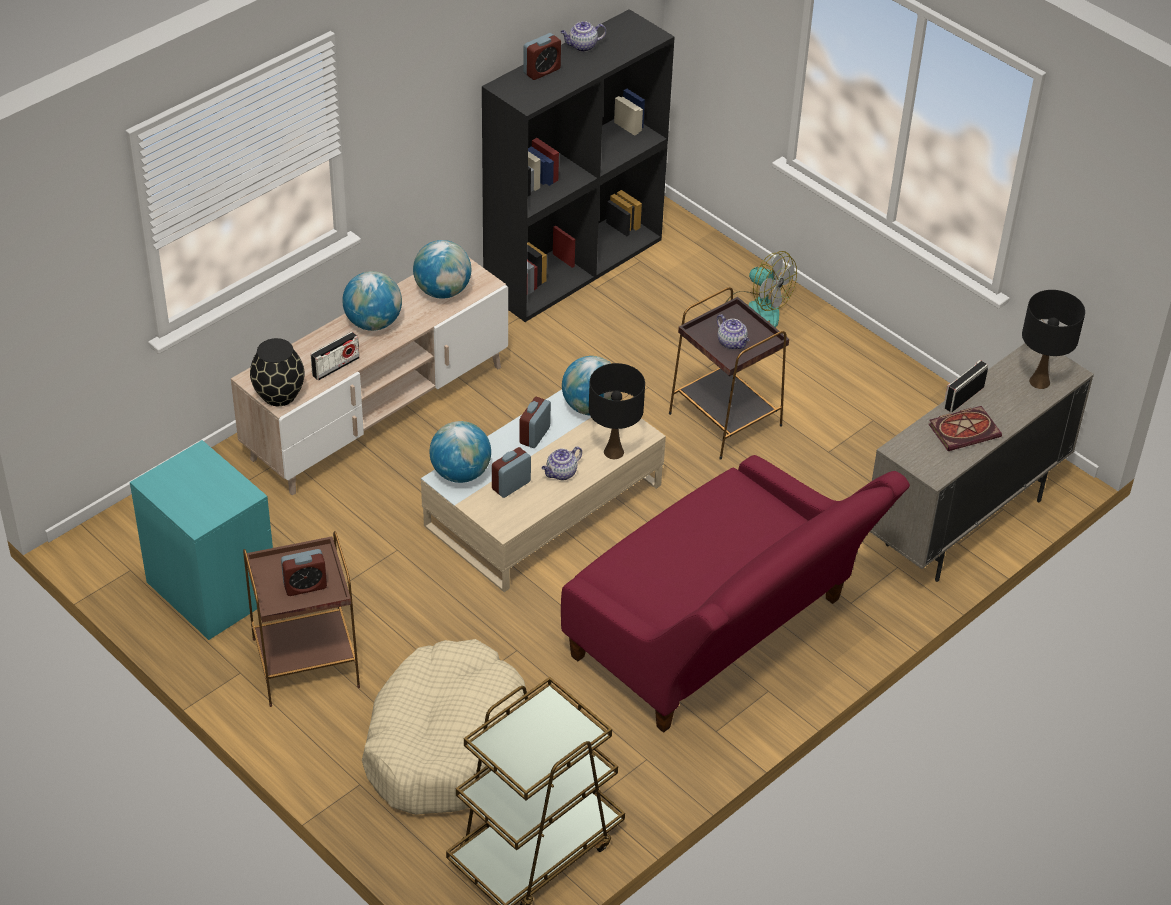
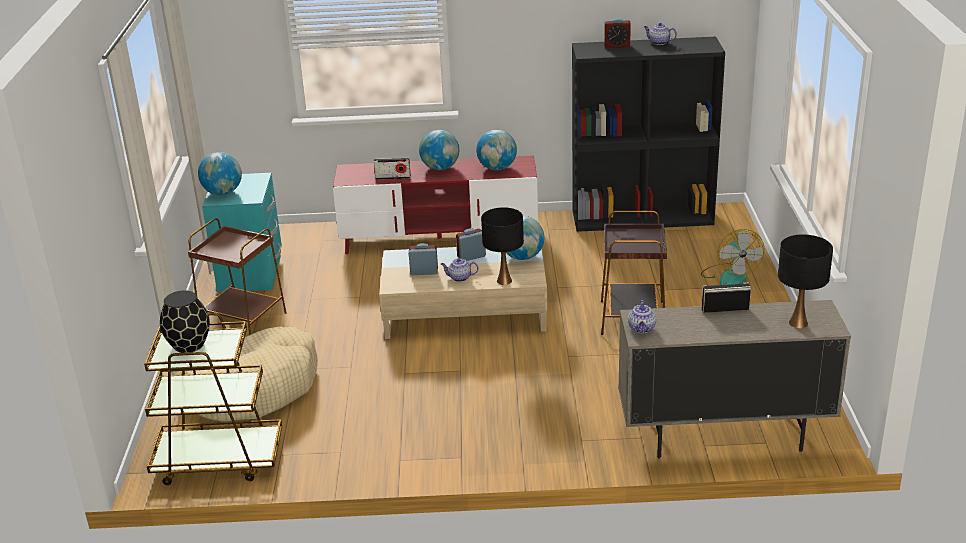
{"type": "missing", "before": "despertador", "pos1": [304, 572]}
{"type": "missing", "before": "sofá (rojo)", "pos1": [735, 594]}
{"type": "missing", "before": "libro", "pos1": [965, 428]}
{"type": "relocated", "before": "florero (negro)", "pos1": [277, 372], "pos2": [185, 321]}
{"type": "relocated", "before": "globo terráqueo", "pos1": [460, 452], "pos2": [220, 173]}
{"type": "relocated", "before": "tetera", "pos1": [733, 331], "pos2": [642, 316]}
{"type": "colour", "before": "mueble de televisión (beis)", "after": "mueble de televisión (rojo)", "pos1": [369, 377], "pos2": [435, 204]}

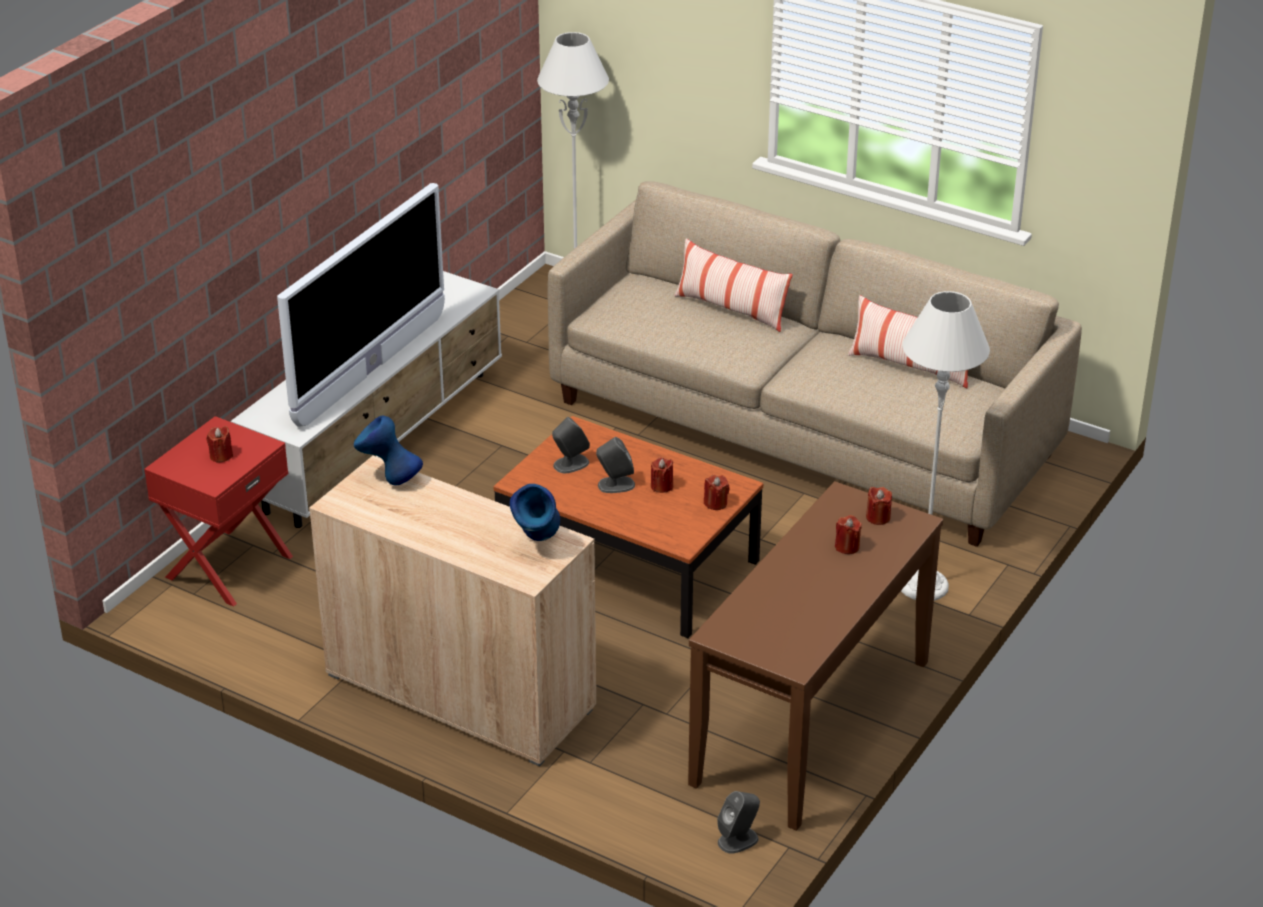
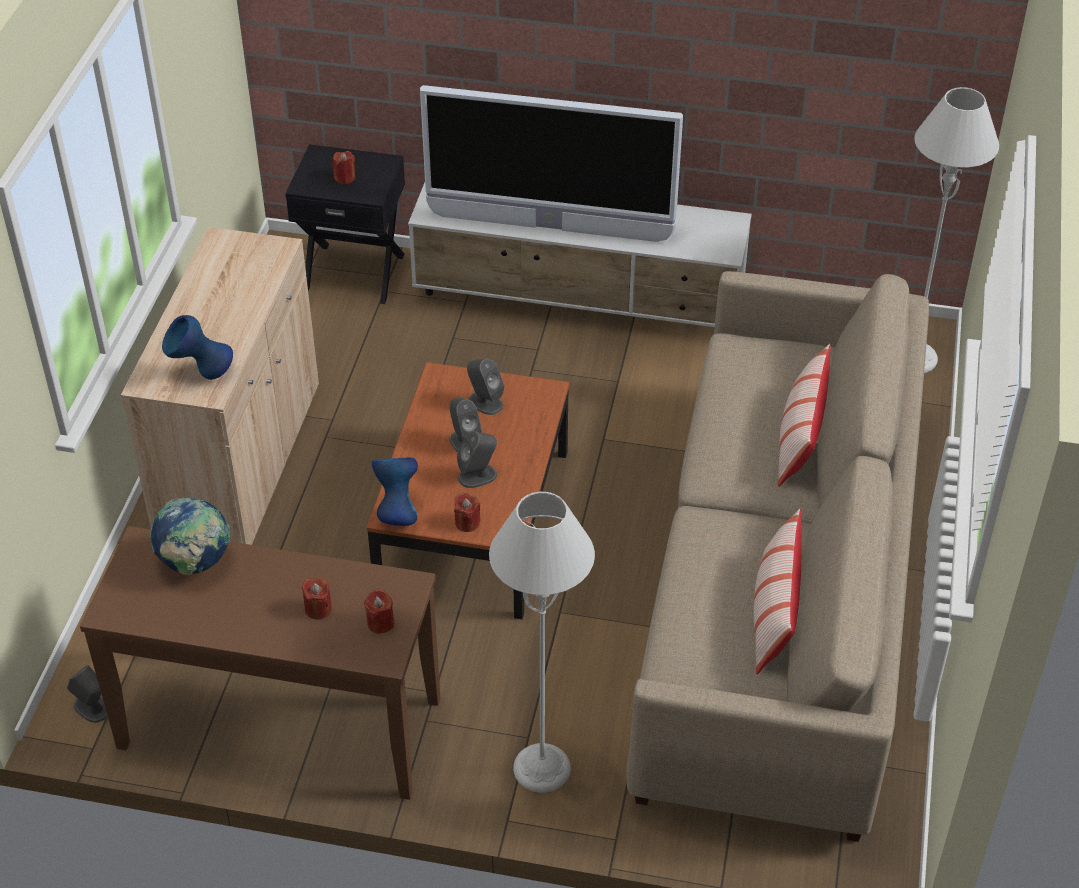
{"type": "appeared", "after": "globo terráqueo", "pos2": [190, 536]}
{"type": "relocated", "before": "florero (azul)", "pos1": [388, 451], "pos2": [395, 492]}
{"type": "exchanged", "before": "vela (rojo)", "after": "altavoz (gris)", "pos1": [662, 475], "pos2": [477, 459]}
{"type": "colour", "before": "mesita de noche (rojo)", "after": "mesita de noche (negro)", "pos1": [218, 511], "pos2": [345, 224]}

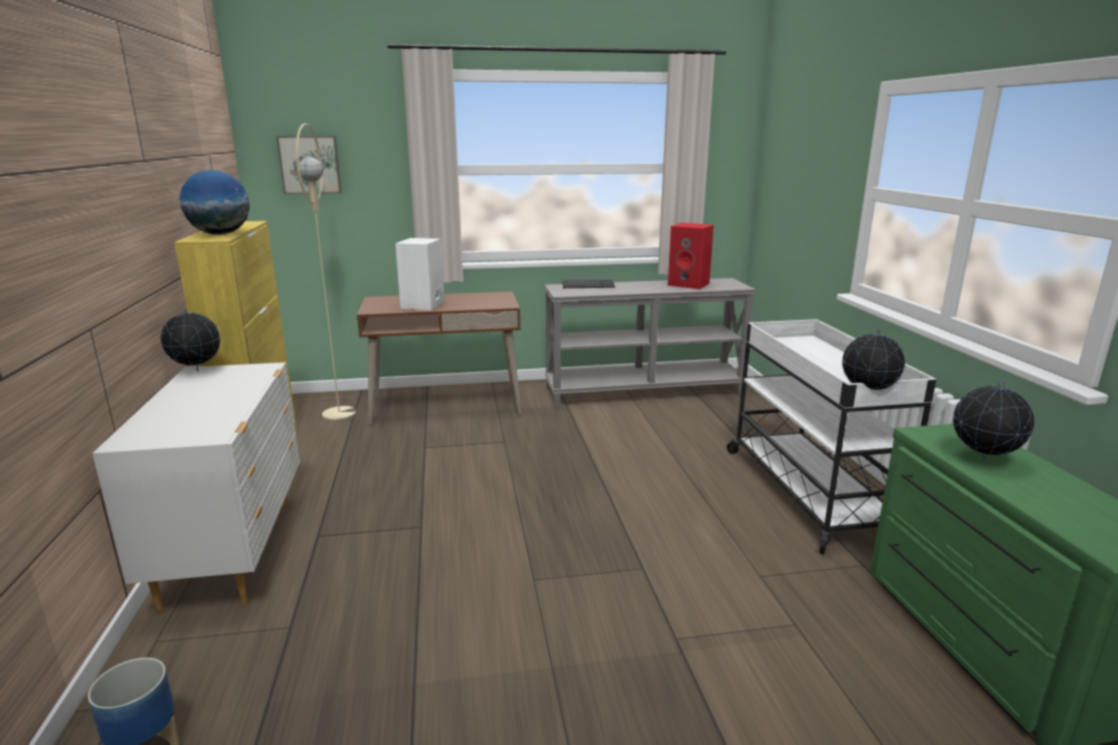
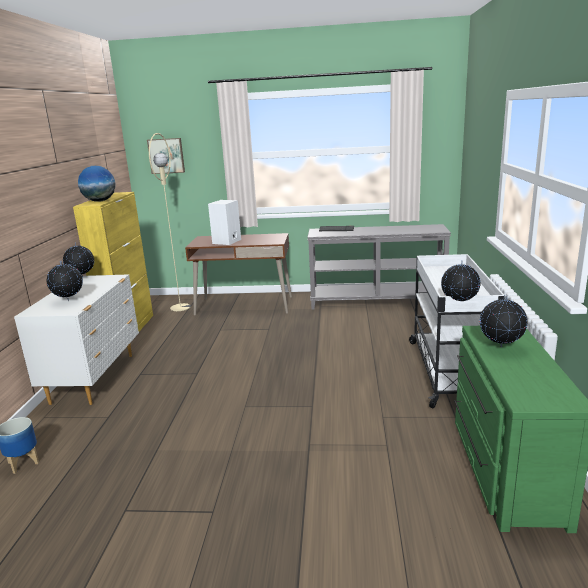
{"type": "missing", "before": "altavoz (rojo)", "pos1": [691, 256]}
{"type": "appeared", "after": "globo terráqueo", "pos2": [65, 280]}

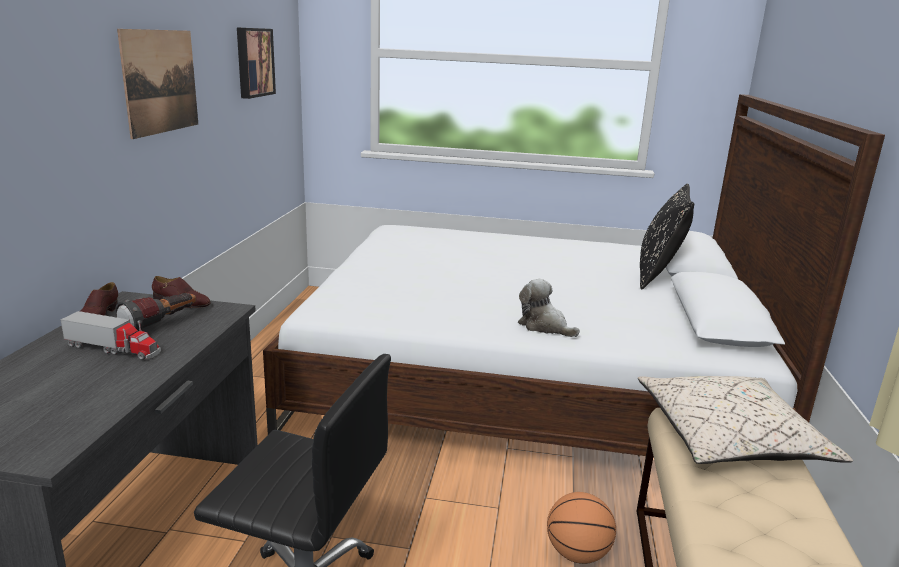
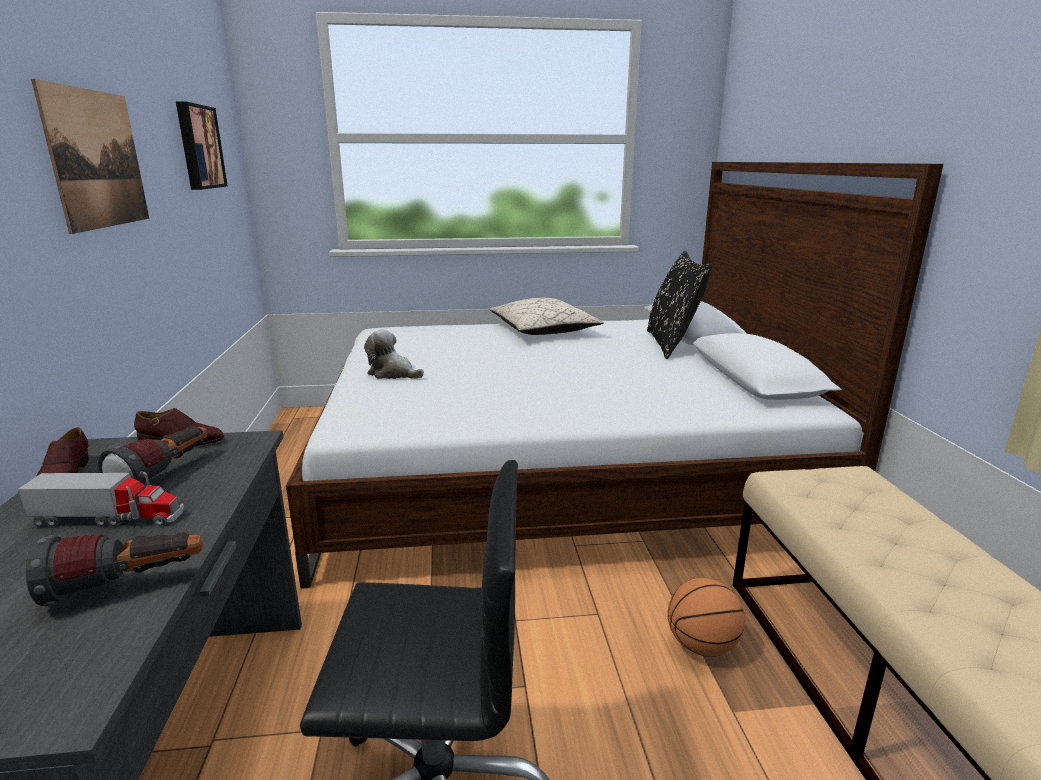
{"type": "appeared", "after": "linterna", "pos2": [114, 569]}
{"type": "relocated", "before": "peluche", "pos1": [549, 308], "pos2": [394, 354]}
{"type": "relocated", "before": "cojín (beis)", "pos1": [745, 420], "pos2": [546, 316]}

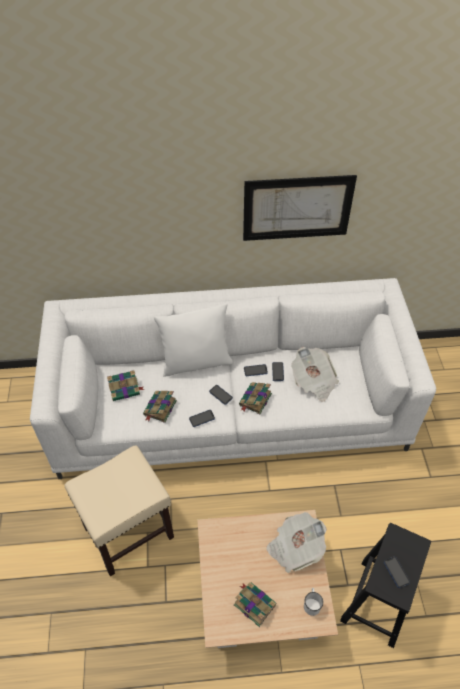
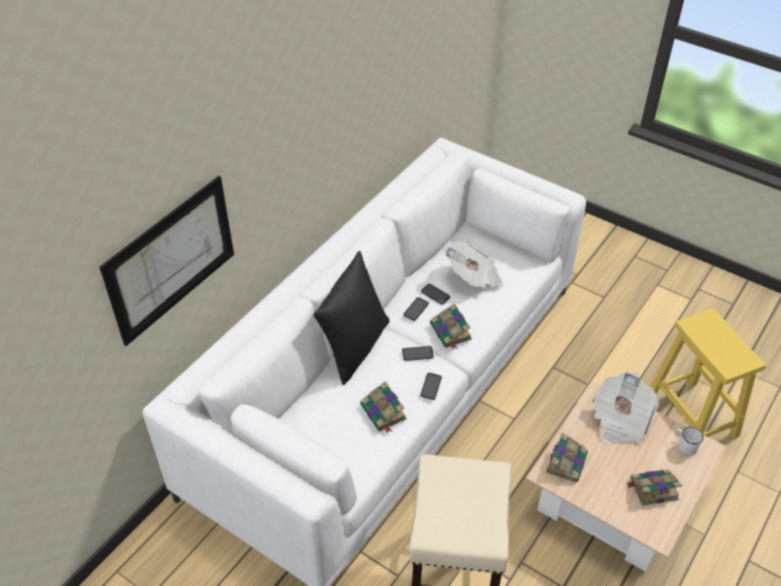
{"type": "missing", "before": "móvil", "pos1": [397, 572]}
{"type": "relocated", "before": "libro", "pos1": [126, 385], "pos2": [567, 457]}
{"type": "relocated", "before": "cuadro", "pos1": [300, 208], "pos2": [166, 261]}
{"type": "colour", "before": "cojín (blanco)", "after": "cojín (negro)", "pos1": [193, 340], "pos2": [351, 318]}
{"type": "colour", "before": "taburete (negro)", "after": "taburete (amarillo)", "pos1": [385, 585], "pos2": [708, 373]}

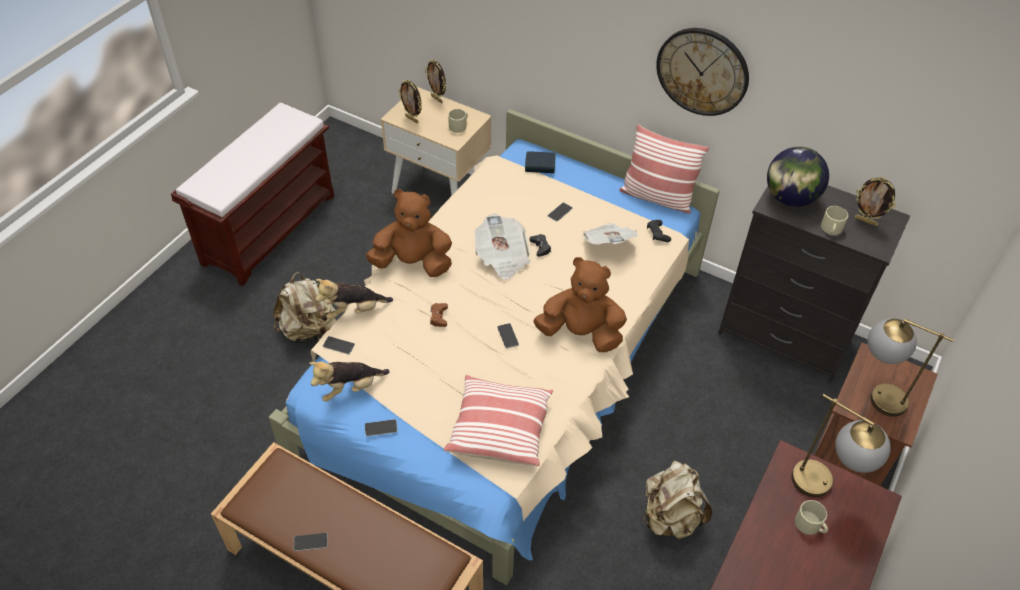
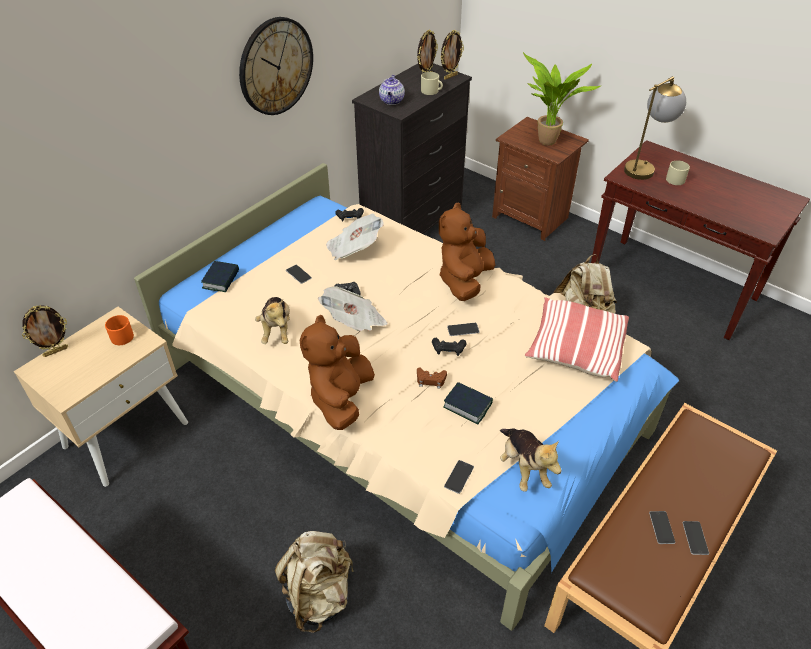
{"type": "missing", "before": "cojín", "pos1": [664, 169]}
{"type": "appeared", "after": "mando de consola (negro)", "pos2": [449, 347]}
{"type": "appeared", "after": "libro", "pos2": [468, 403]}
{"type": "relocated", "before": "peluche", "pos1": [354, 299], "pos2": [272, 320]}
{"type": "relocated", "before": "móvil", "pos1": [381, 427], "pos2": [662, 527]}
{"type": "relocated", "before": "portarretratos", "pos1": [410, 102], "pos2": [452, 55]}
{"type": "exchanged", "before": "globo terráqueo", "after": "tetera", "pos1": [798, 177], "pos2": [392, 90]}
{"type": "exchanged", "before": "lámpara de mesa", "after": "planta en maceta", "pos1": [910, 367], "pos2": [561, 99]}
{"type": "colour", "before": "taza grande (beis)", "after": "taza grande (naranja)", "pos1": [458, 121], "pos2": [119, 330]}

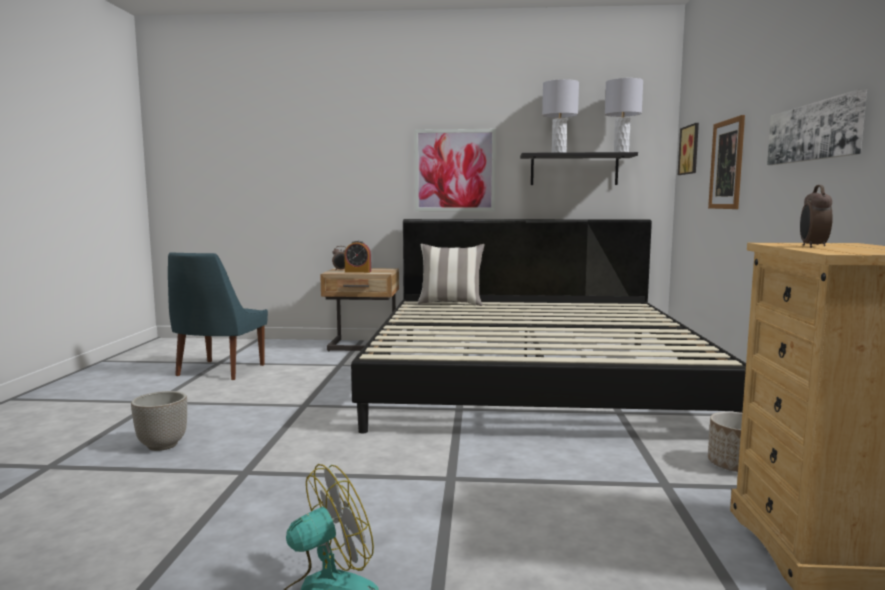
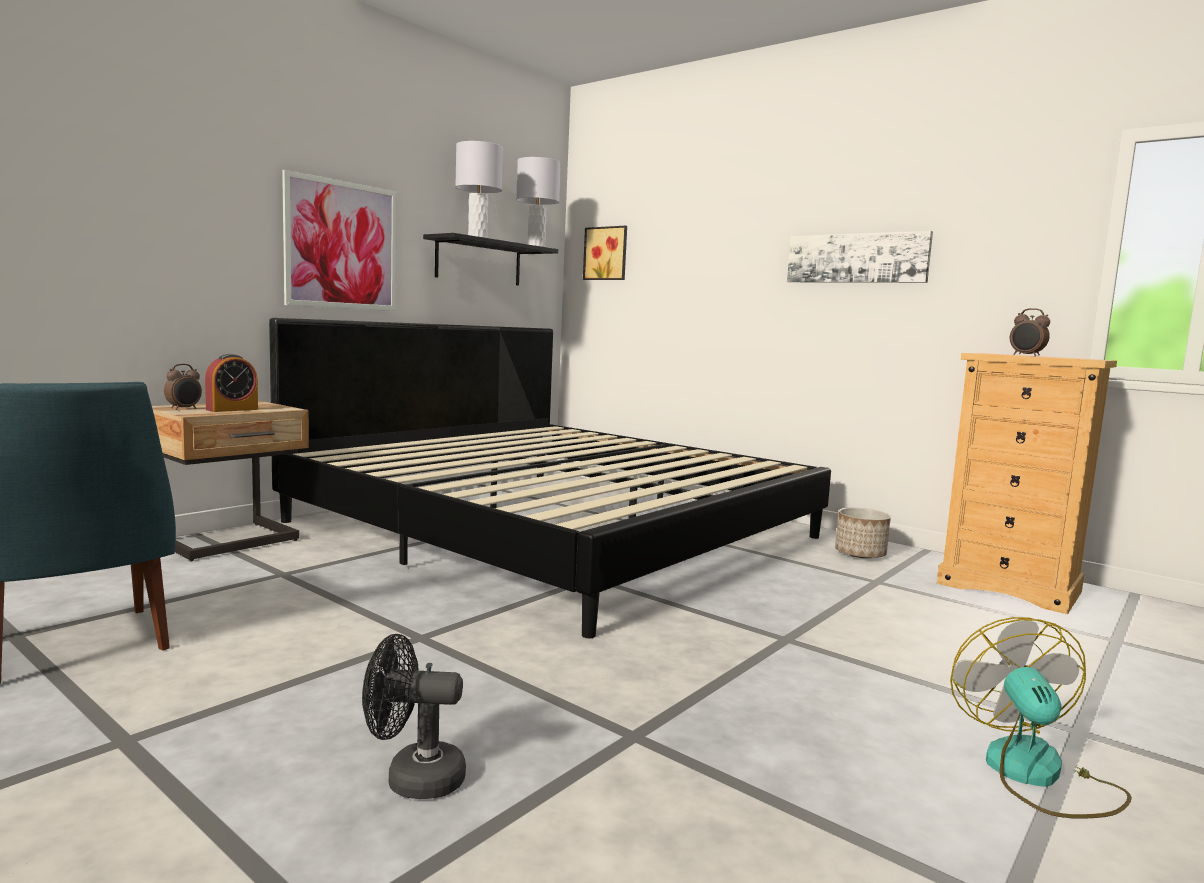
{"type": "missing", "before": "cojín", "pos1": [451, 275]}
{"type": "missing", "before": "cuadro", "pos1": [726, 162]}
{"type": "exchanged", "before": "maceta", "after": "ventilador (negro)", "pos1": [159, 421], "pos2": [414, 716]}

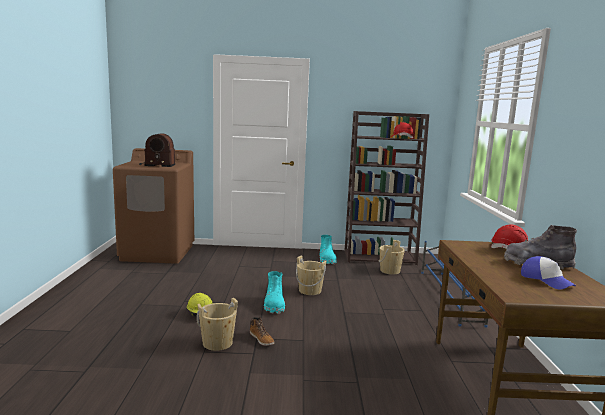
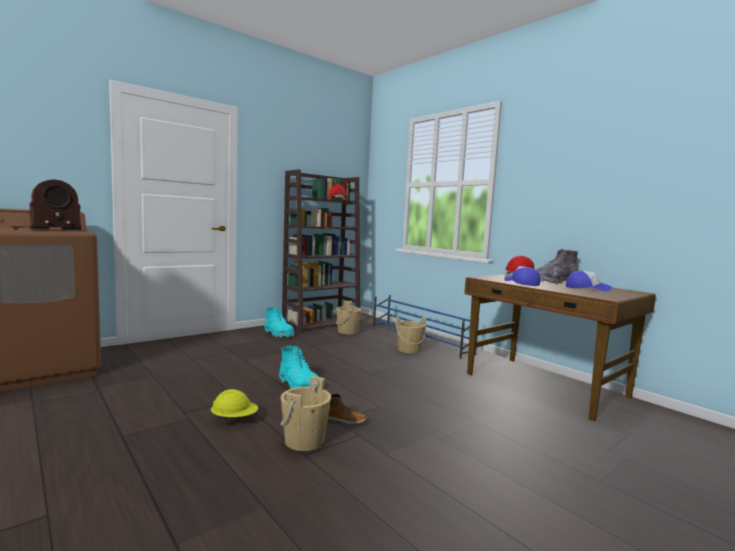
{"type": "appeared", "after": "gorra", "pos2": [522, 276]}
{"type": "relocated", "before": "cubo (beis)", "pos1": [311, 275], "pos2": [411, 335]}

